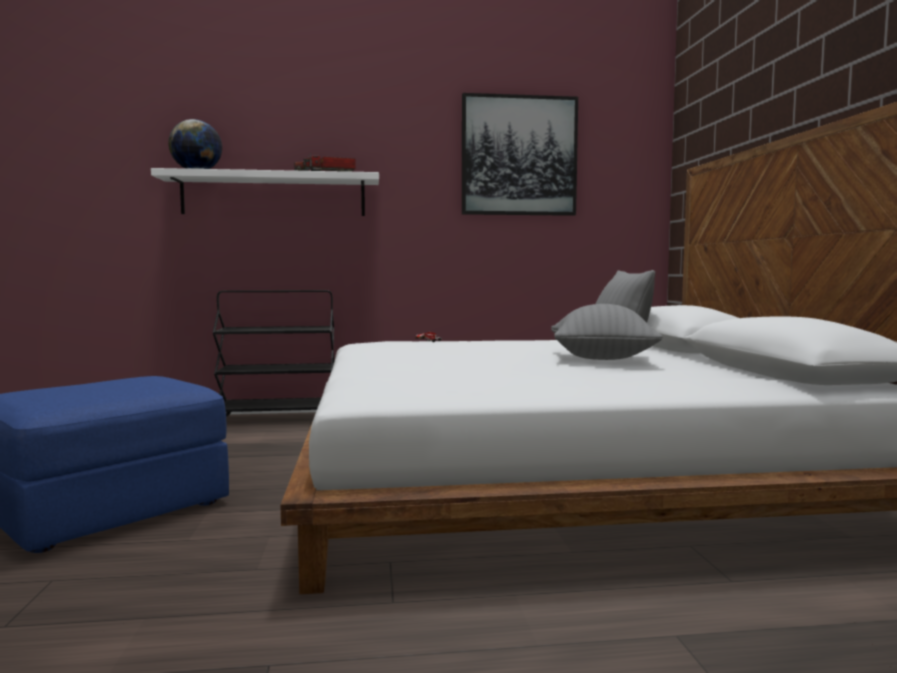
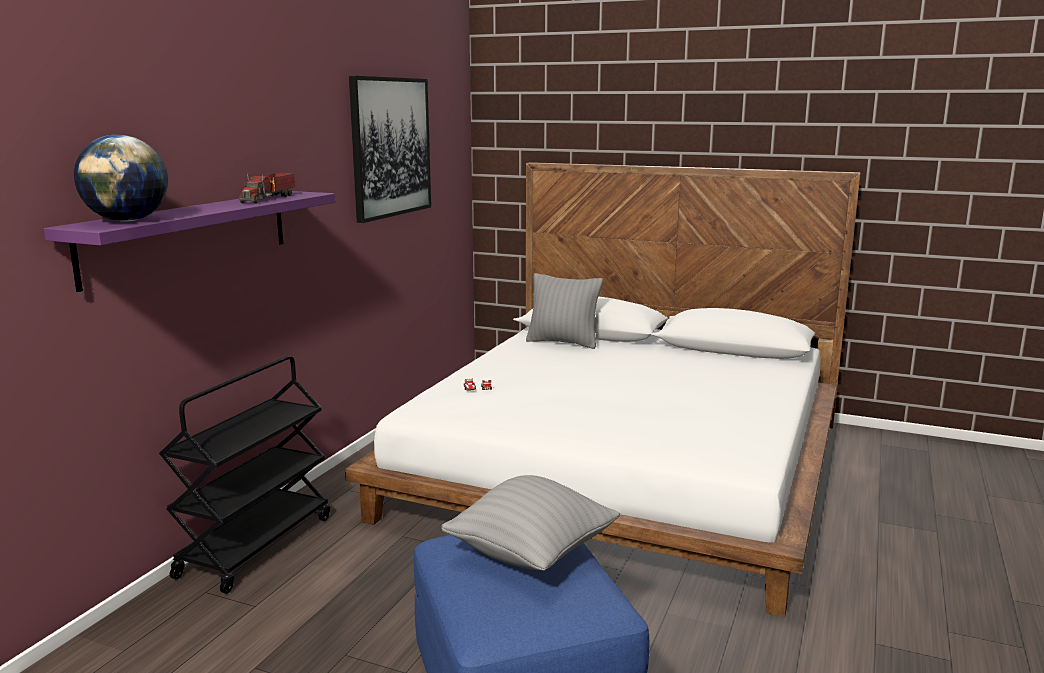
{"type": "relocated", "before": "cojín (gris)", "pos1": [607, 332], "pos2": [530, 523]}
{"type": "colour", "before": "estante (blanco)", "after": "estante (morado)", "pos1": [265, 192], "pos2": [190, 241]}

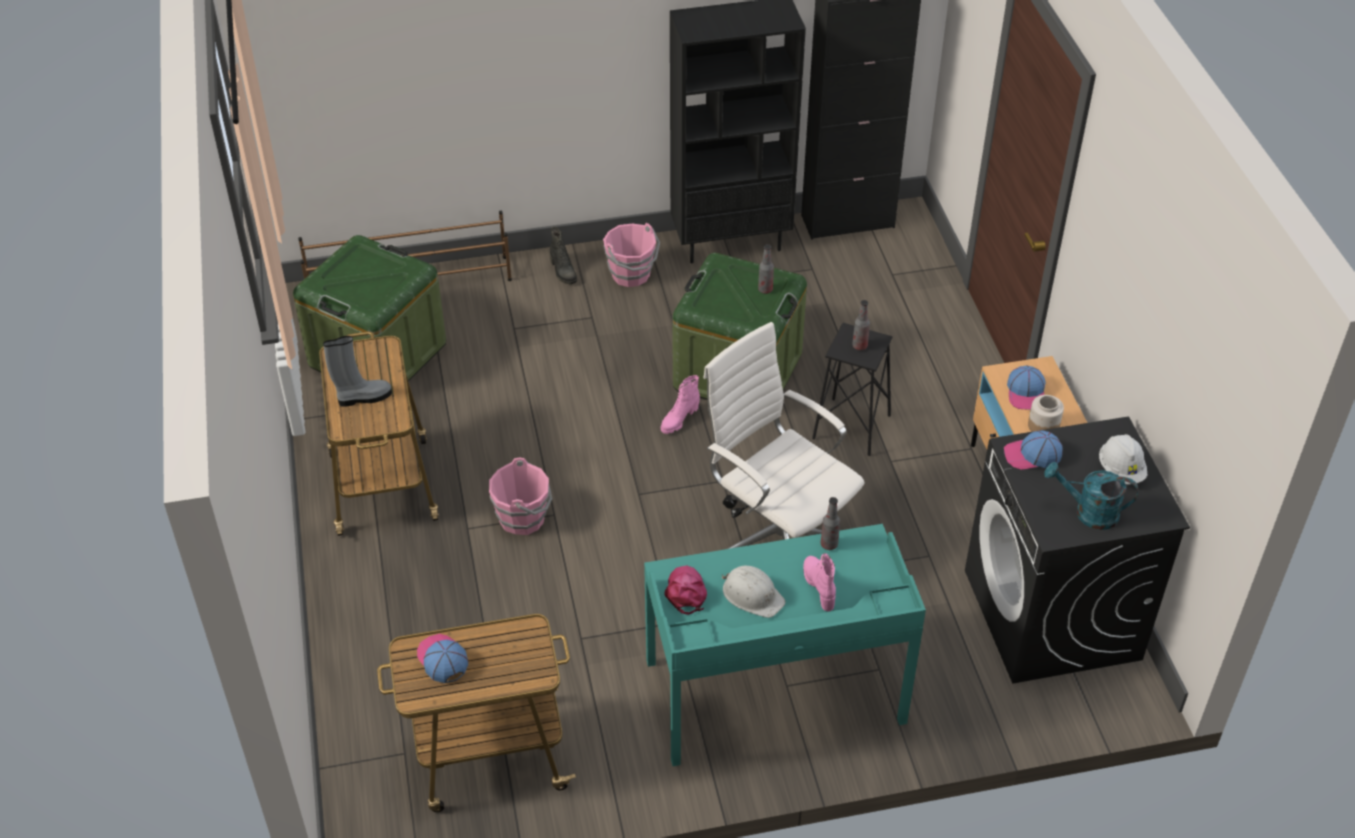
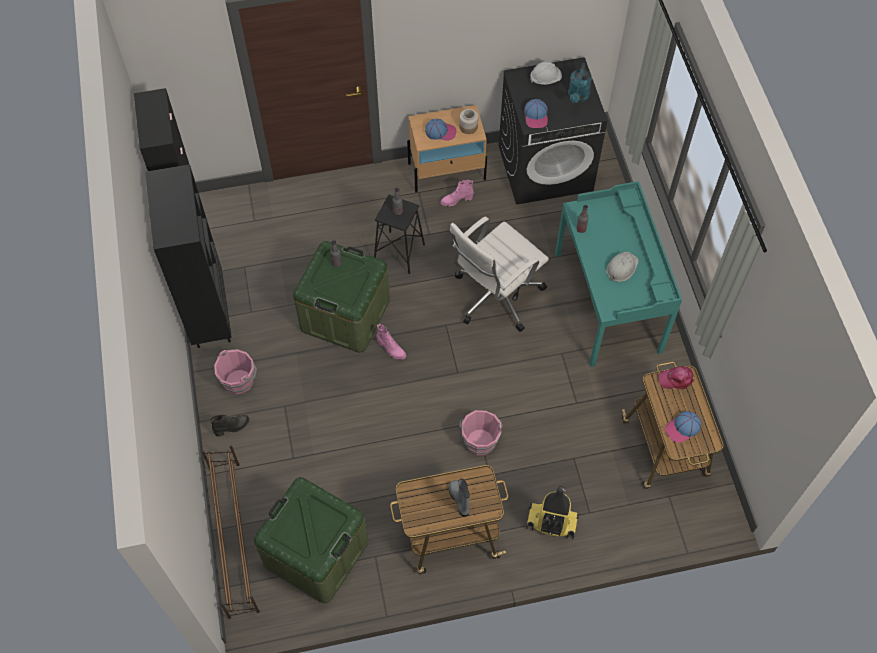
{"type": "appeared", "after": "aspiradora", "pos2": [552, 512]}
{"type": "relocated", "before": "gorra (rosa)", "pos1": [685, 590], "pos2": [676, 377]}
{"type": "relocated", "before": "bota (rosa)", "pos1": [819, 582], "pos2": [457, 193]}

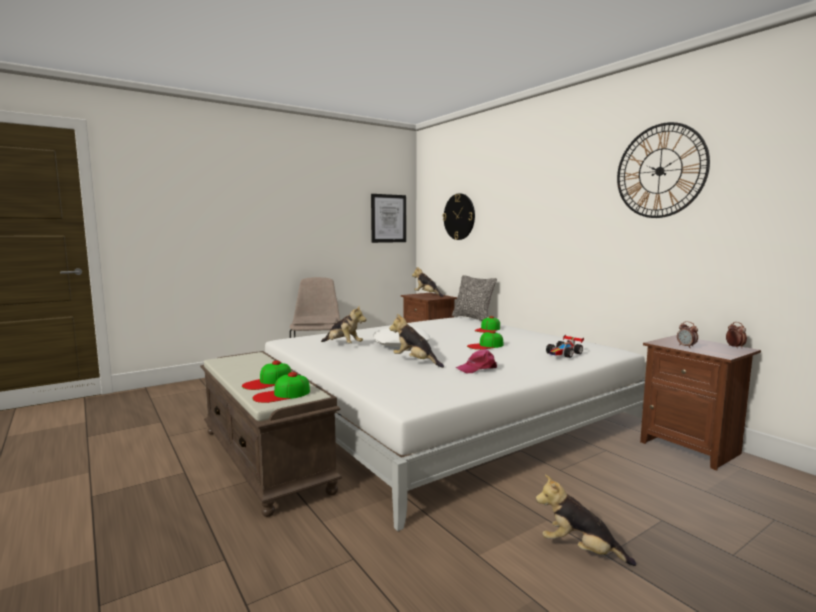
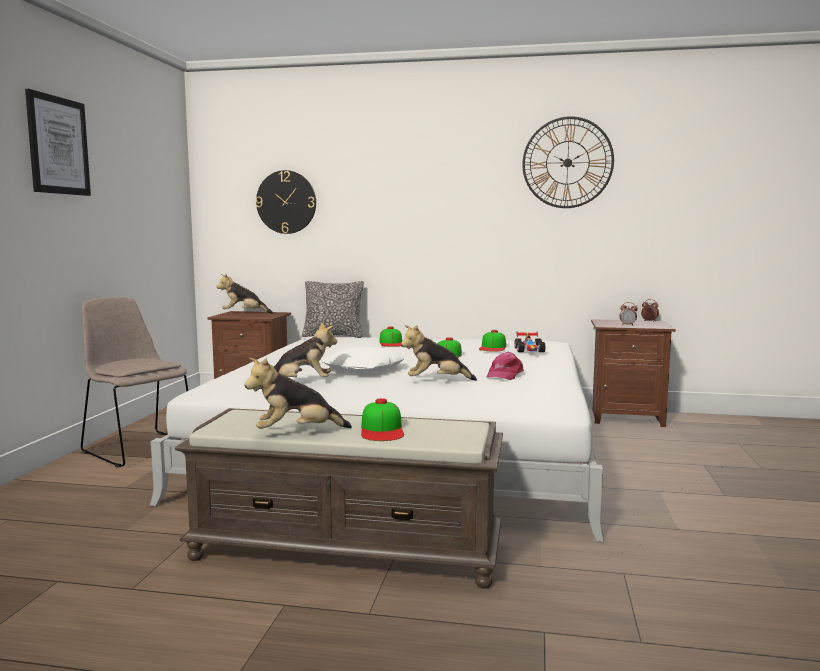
{"type": "relocated", "before": "gorra", "pos1": [281, 387], "pos2": [492, 341]}
{"type": "relocated", "before": "cuadro", "pos1": [388, 218], "pos2": [58, 142]}
{"type": "relocated", "before": "peluche", "pos1": [586, 520], "pos2": [298, 393]}

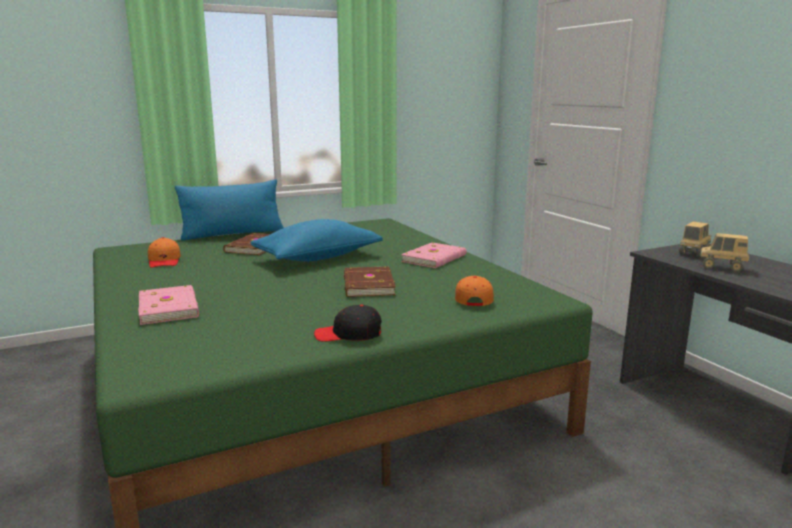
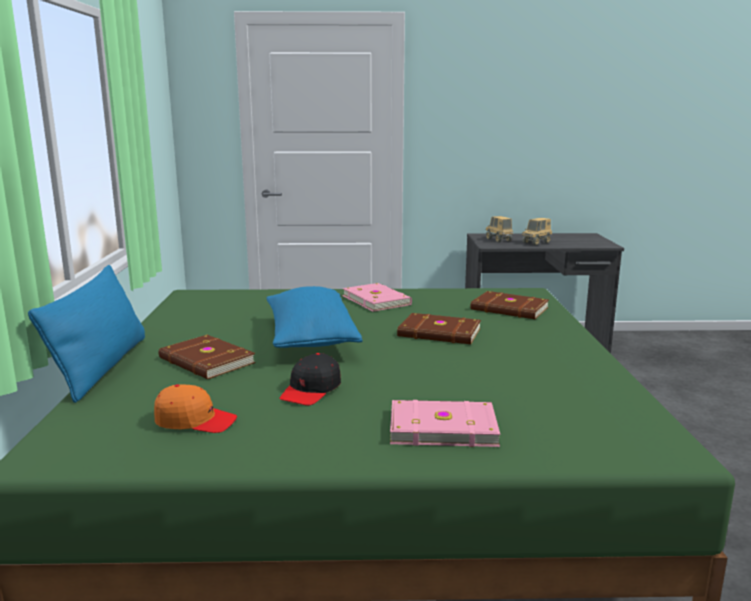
{"type": "relocated", "before": "gorra (negro)", "pos1": [348, 323], "pos2": [310, 379]}
{"type": "exchanged", "before": "gorra (naranja)", "after": "libro (marrón)", "pos1": [474, 291], "pos2": [510, 305]}

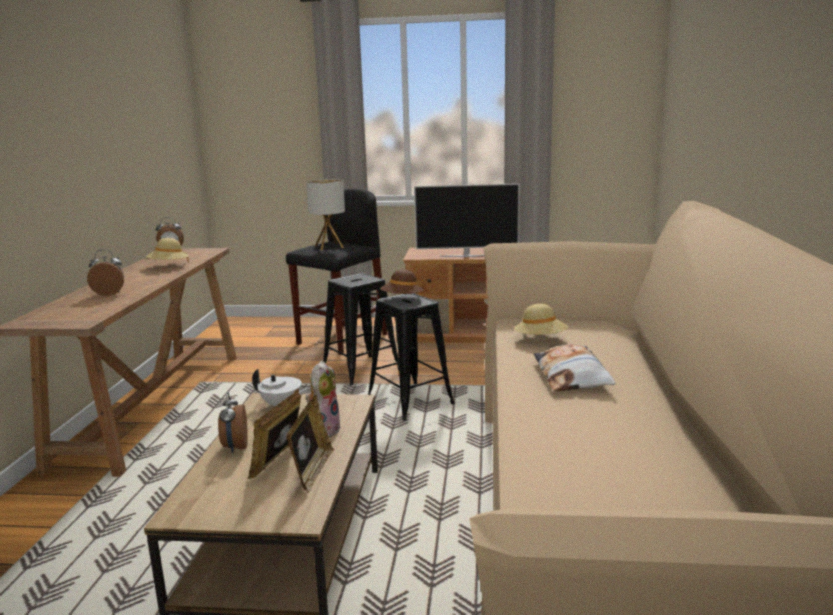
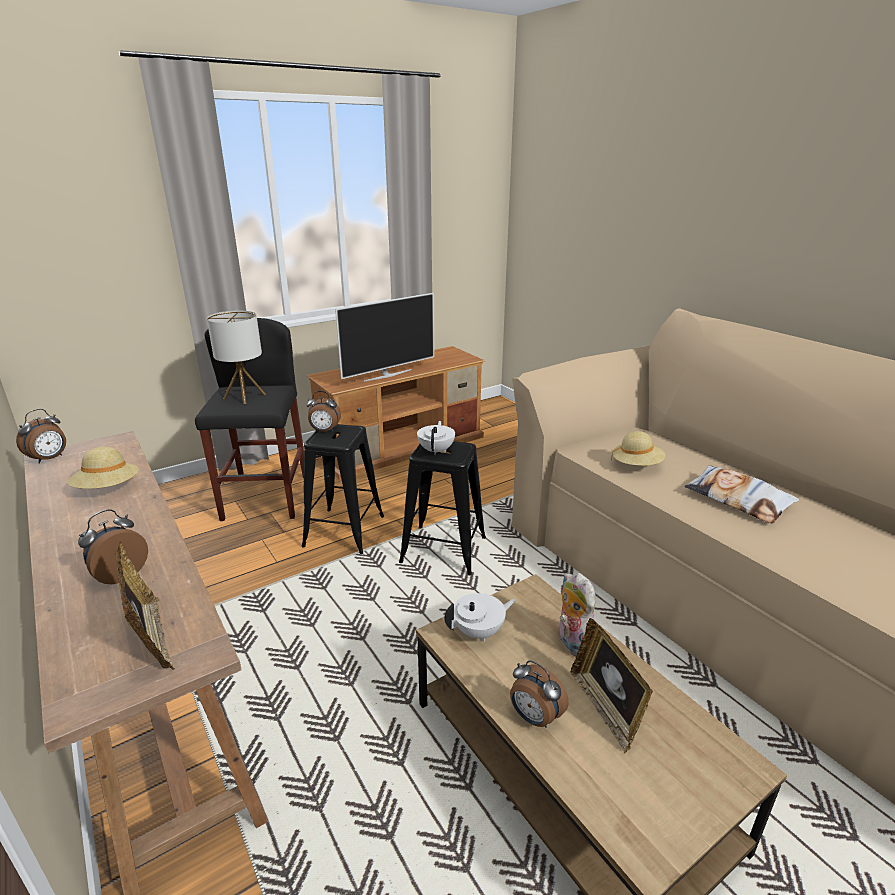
{"type": "appeared", "after": "despertador", "pos2": [324, 411]}
{"type": "relocated", "before": "portarretratos", "pos1": [310, 444], "pos2": [144, 605]}
{"type": "exchanged", "before": "sombrero (marrón)", "after": "tetera (blanco)", "pos1": [402, 283], "pos2": [436, 438]}

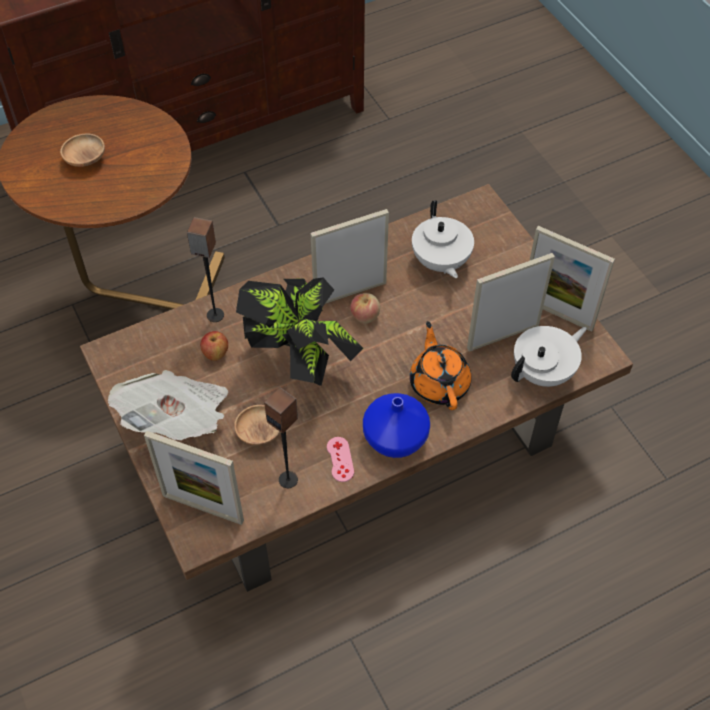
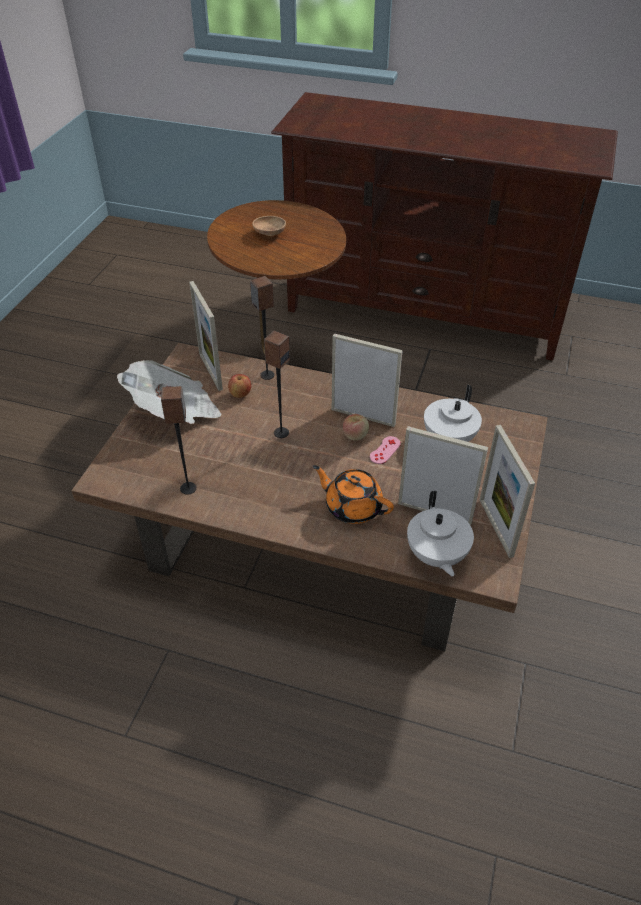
{"type": "missing", "before": "cuenco (marrón)", "pos1": [257, 425]}
{"type": "missing", "before": "florero (azul)", "pos1": [396, 425]}
{"type": "relocated", "before": "portarretratos", "pos1": [194, 478], "pos2": [206, 336]}
{"type": "relocated", "before": "mando de consola (rosa)", "pos1": [340, 459], "pos2": [385, 450]}
{"type": "exchanged", "before": "planta en maceta", "after": "altavoz", "pos1": [299, 331], "pos2": [277, 384]}
{"type": "spun", "before": "tetera (naranja)", "pos1": [441, 365], "pos2": [353, 494], "turn": -90}
{"type": "spun", "before": "tetera (blanco)", "pos1": [549, 356], "pos2": [440, 534], "turn": 75}

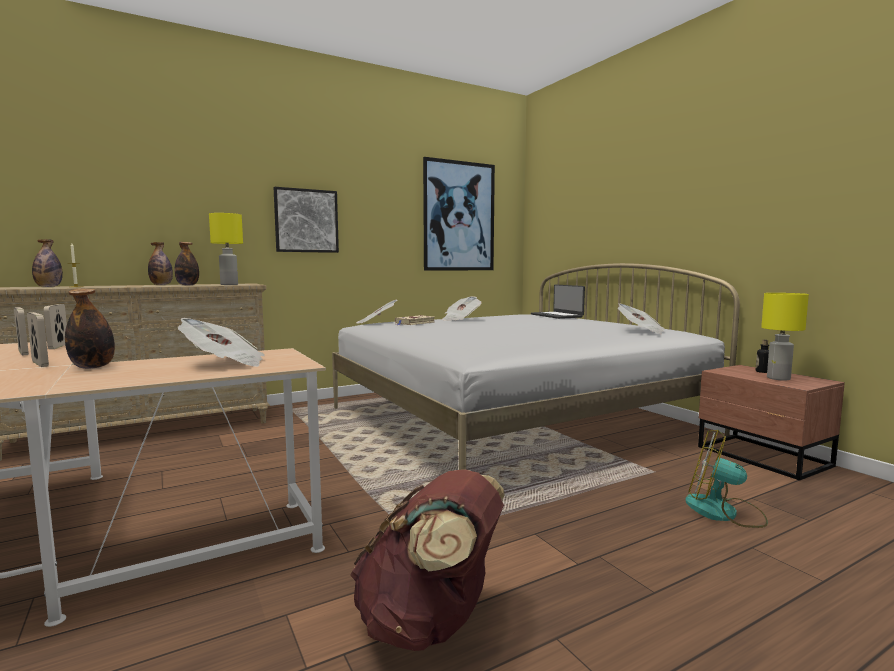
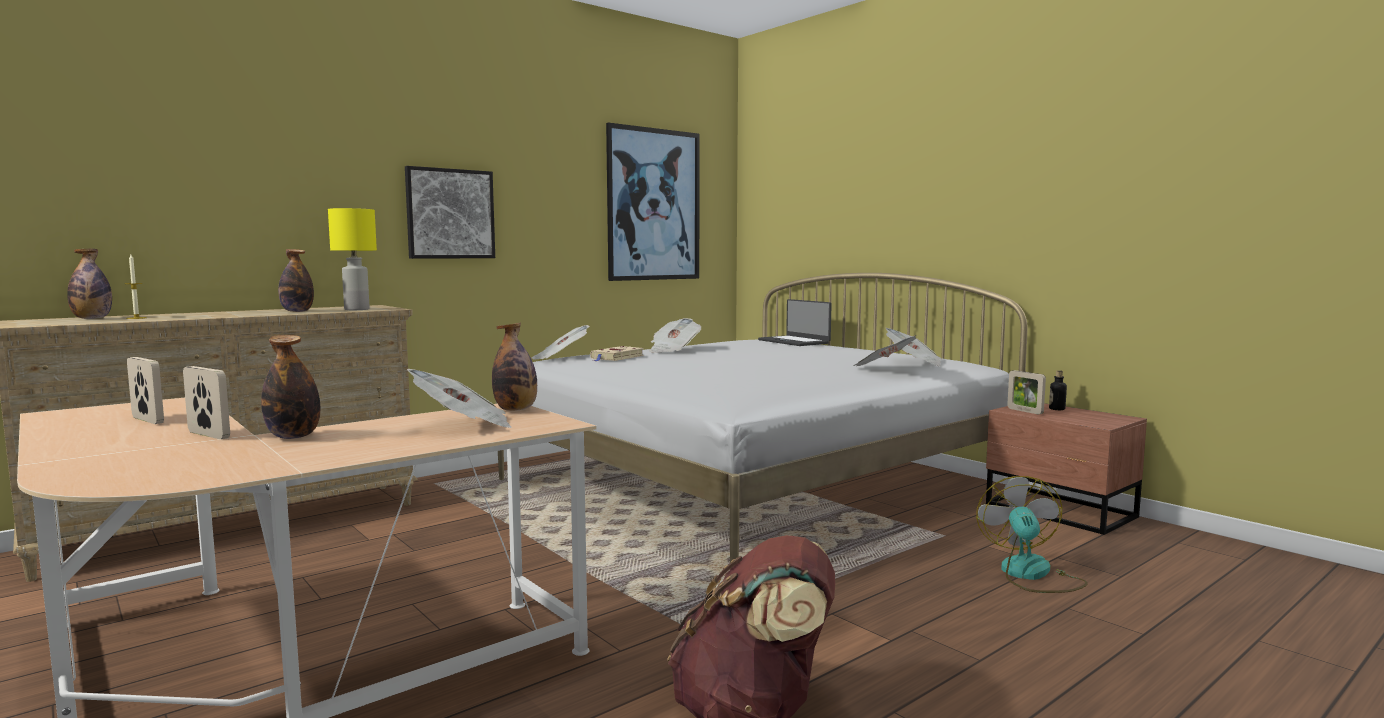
{"type": "missing", "before": "lámpara de mesa (amarillo)", "pos1": [785, 337]}
{"type": "appeared", "after": "periódico", "pos2": [884, 350]}
{"type": "relocated", "before": "portarretratos", "pos1": [55, 326], "pos2": [1026, 392]}
{"type": "relocated", "before": "botella", "pos1": [160, 263], "pos2": [514, 367]}
{"type": "spun", "before": "ventilador", "pos1": [726, 479], "pos2": [1032, 534], "turn": 75}

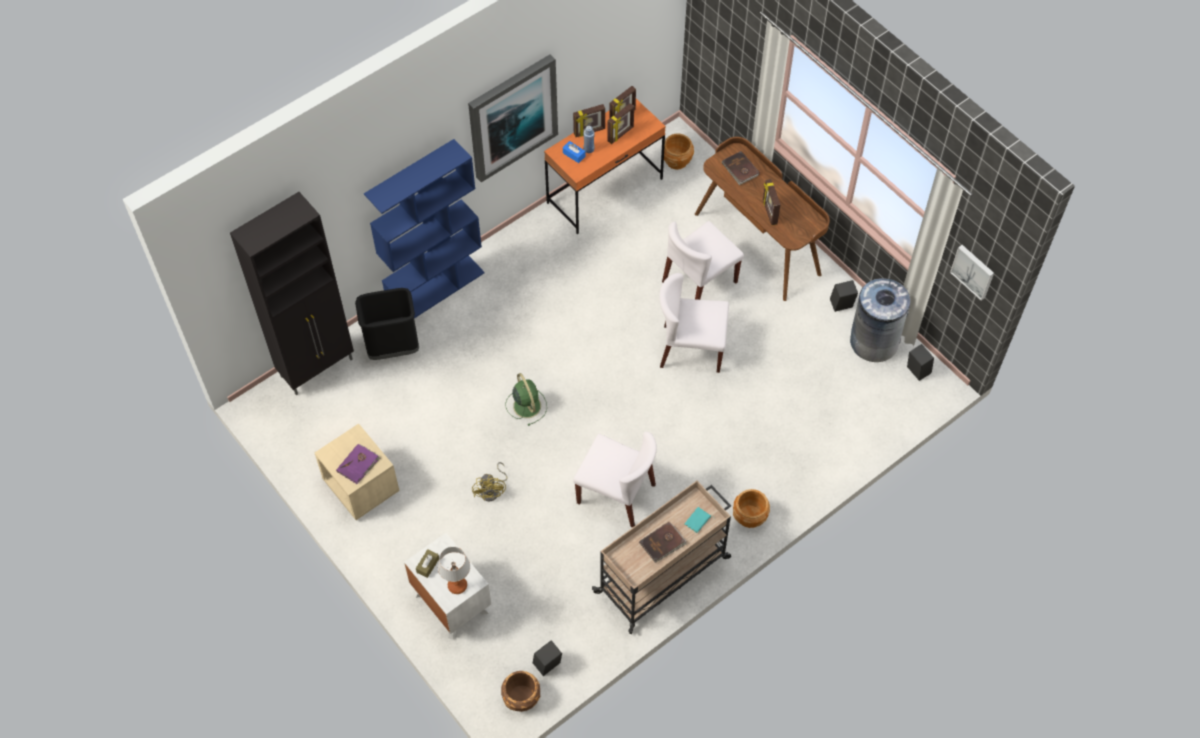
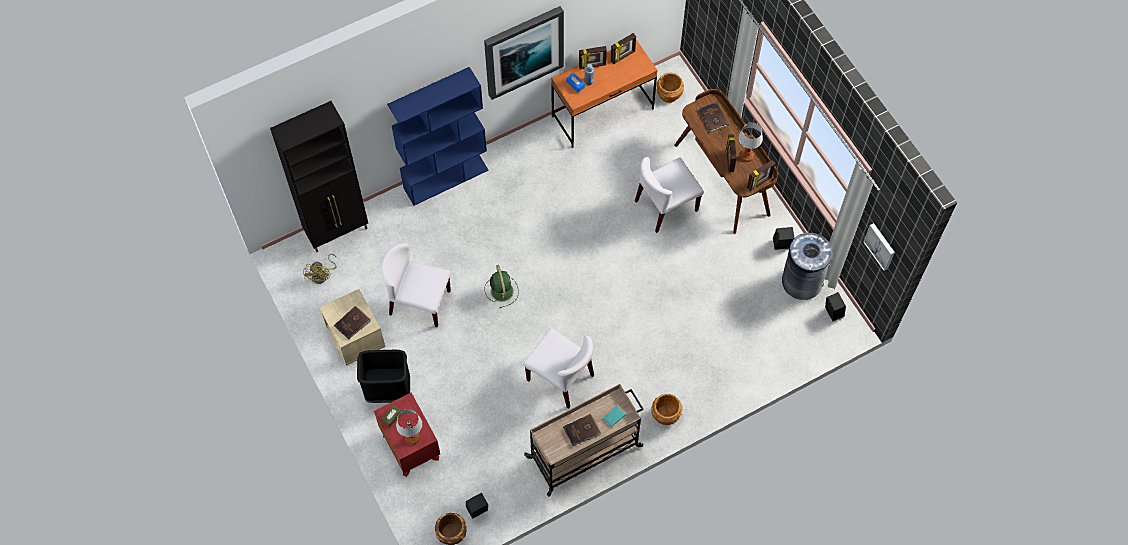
{"type": "appeared", "after": "lámpara de mesa", "pos2": [751, 142]}
{"type": "relocated", "before": "papelera (negro)", "pos1": [387, 324], "pos2": [383, 376]}
{"type": "relocated", "before": "ventilador (amarillo)", "pos1": [490, 481], "pos2": [319, 269]}
{"type": "relocated", "before": "portarretratos", "pos1": [620, 123], "pos2": [761, 175]}
{"type": "relocated", "before": "silla (blanco)", "pos1": [694, 323], "pos2": [416, 285]}
{"type": "colour", "before": "libro (morado)", "after": "libro (marrón)", "pos1": [358, 464], "pos2": [352, 323]}
{"type": "colour", "before": "mesita de noche (blanco)", "after": "mesita de noche (rojo)", "pos1": [447, 586], "pos2": [407, 435]}

